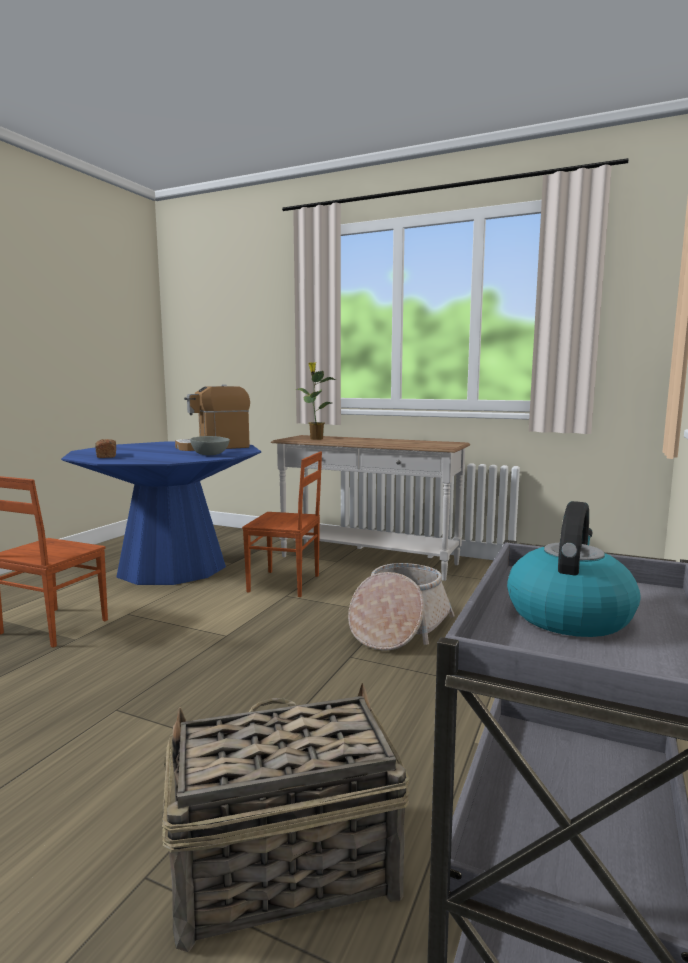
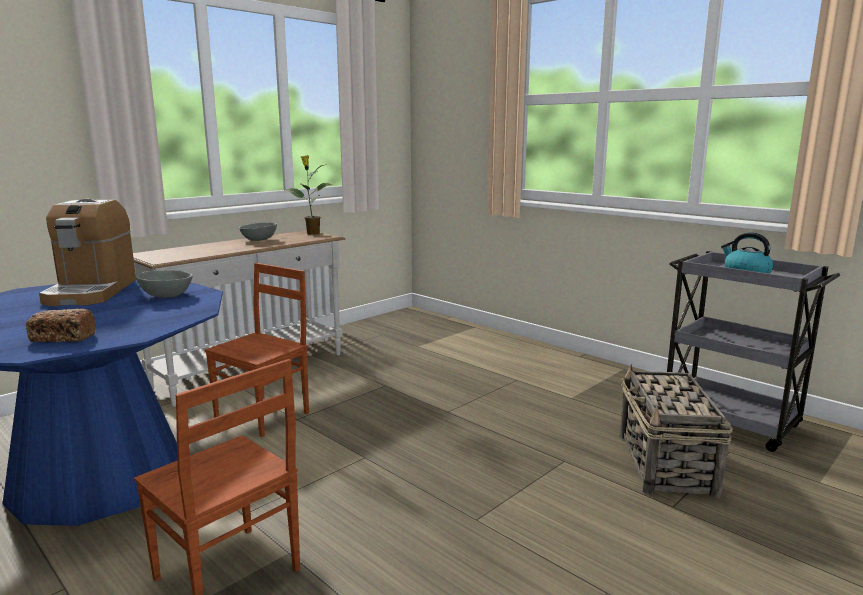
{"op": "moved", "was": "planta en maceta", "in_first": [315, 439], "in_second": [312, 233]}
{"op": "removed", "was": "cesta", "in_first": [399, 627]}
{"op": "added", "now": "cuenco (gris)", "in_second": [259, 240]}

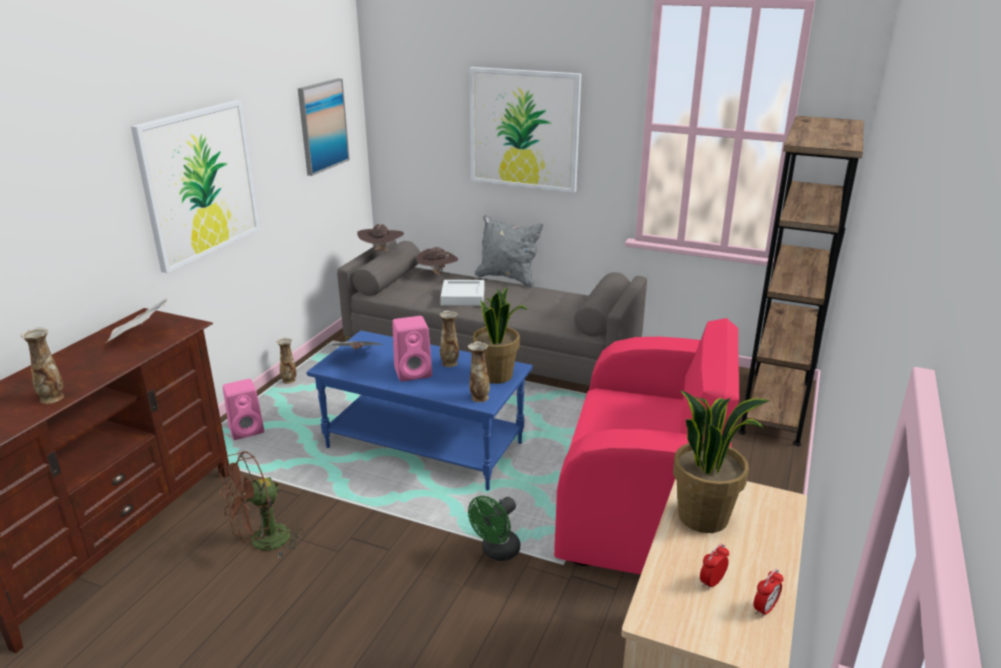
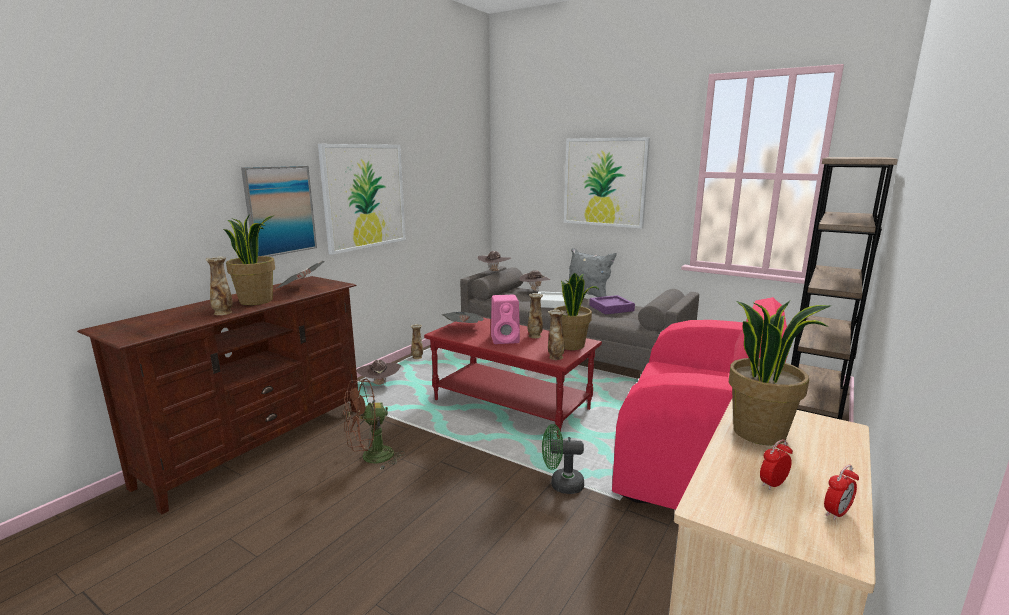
{"op": "moved", "was": "cuadro", "in_first": [322, 126], "in_second": [280, 210]}
{"op": "recoloured", "was": "mesa de centro (azul)", "now": "mesa de centro (rojo)", "in_first": [425, 445], "in_second": [512, 404]}
{"op": "replaced", "was": "altavoz (rosa)", "now": "sombrero (marrón)", "in_first": [248, 430], "in_second": [380, 384]}
{"op": "turned", "was": "ventilador (verde)", "in_first": [496, 552], "in_second": [561, 484], "clockwise": 45}
{"op": "added", "now": "planta en maceta", "in_second": [257, 301]}
{"op": "added", "now": "bandeja (morado)", "in_second": [611, 308]}

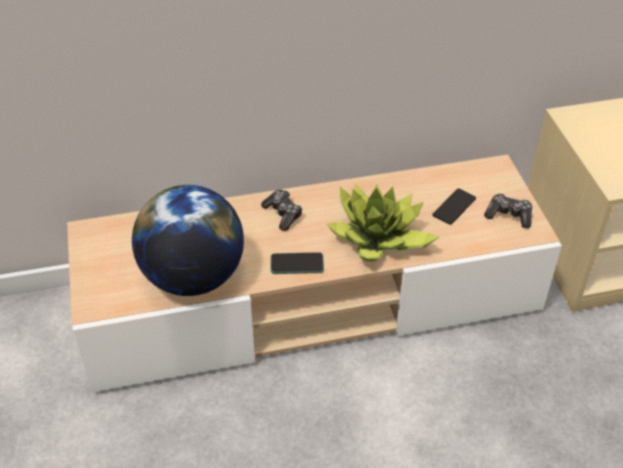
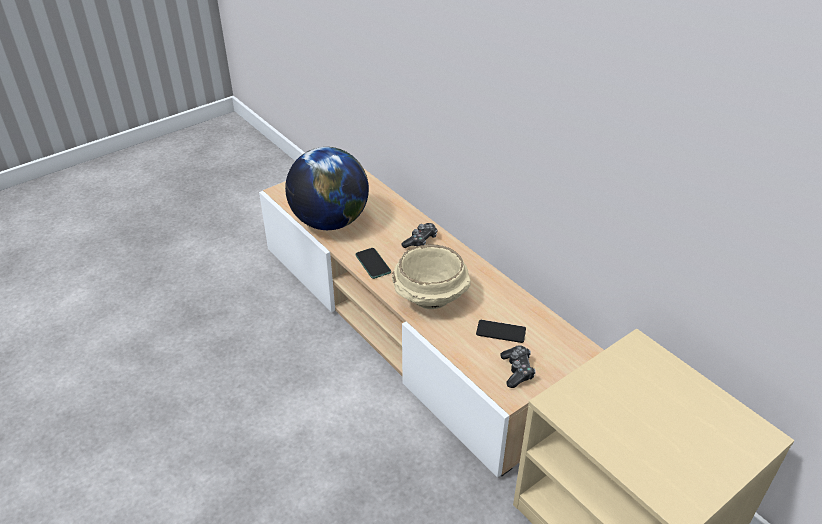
{"op": "replaced", "was": "planta en maceta", "now": "cuenco (beis)", "in_first": [378, 238], "in_second": [430, 297]}

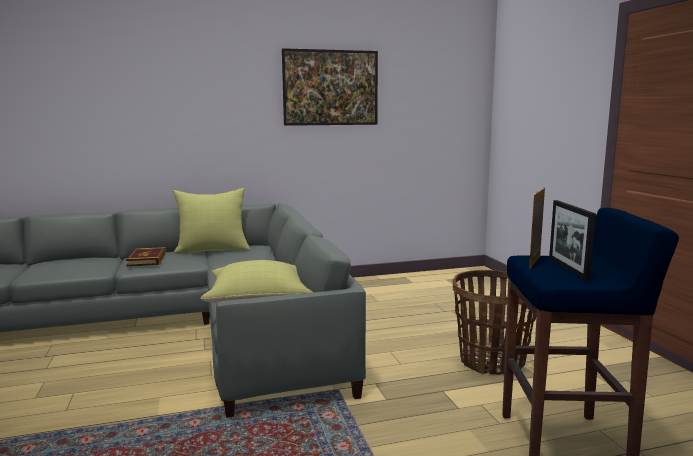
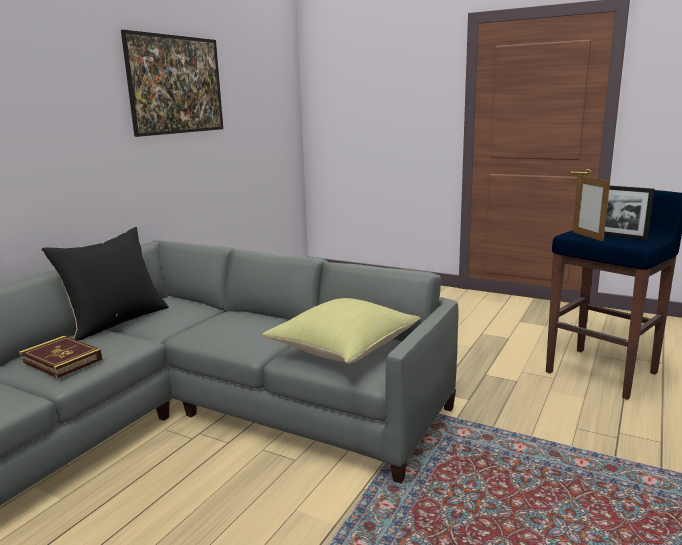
{"op": "recoloured", "was": "cojín (amarillo)", "now": "cojín (negro)", "in_first": [213, 250], "in_second": [116, 321]}
{"op": "removed", "was": "cesta", "in_first": [492, 361]}

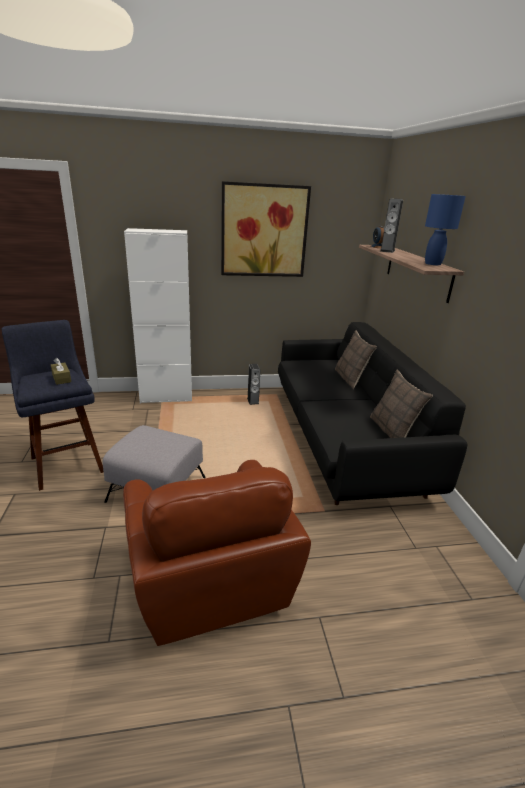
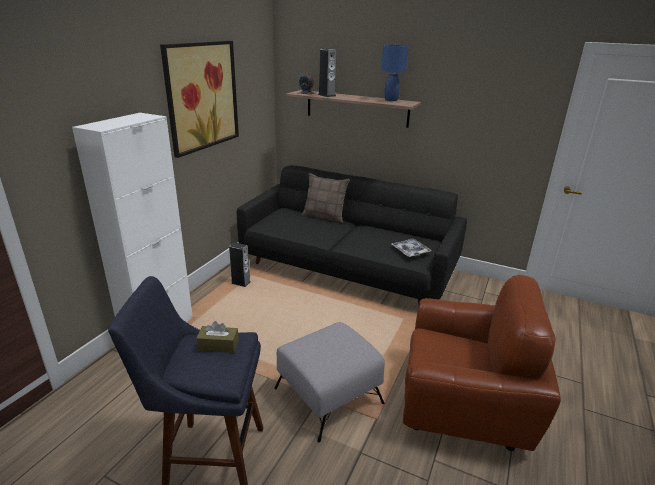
{"op": "removed", "was": "cojín", "in_first": [392, 431]}
{"op": "added", "now": "bandeja", "in_second": [410, 251]}

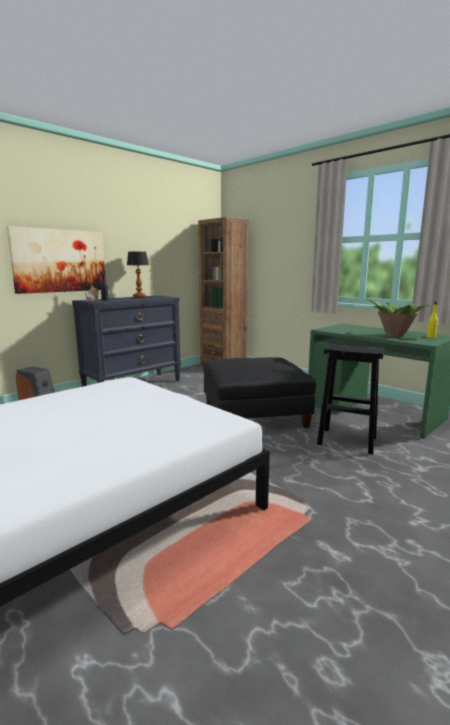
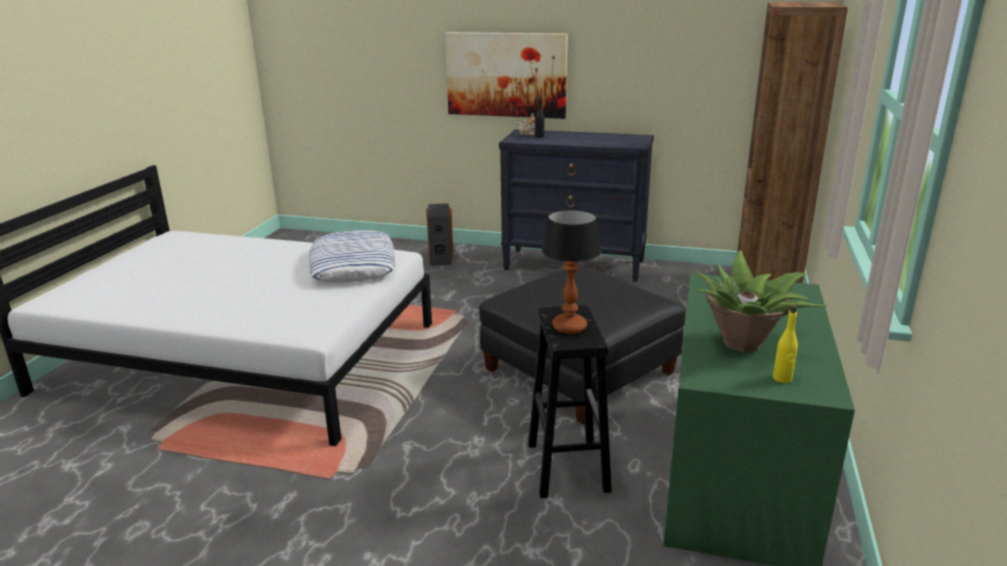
{"op": "moved", "was": "lámpara de mesa", "in_first": [139, 297], "in_second": [570, 327]}
{"op": "added", "now": "cojín", "in_second": [353, 264]}

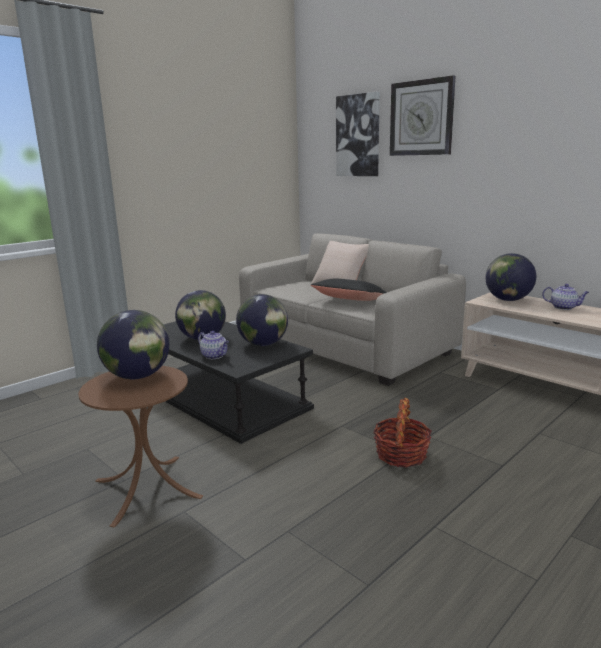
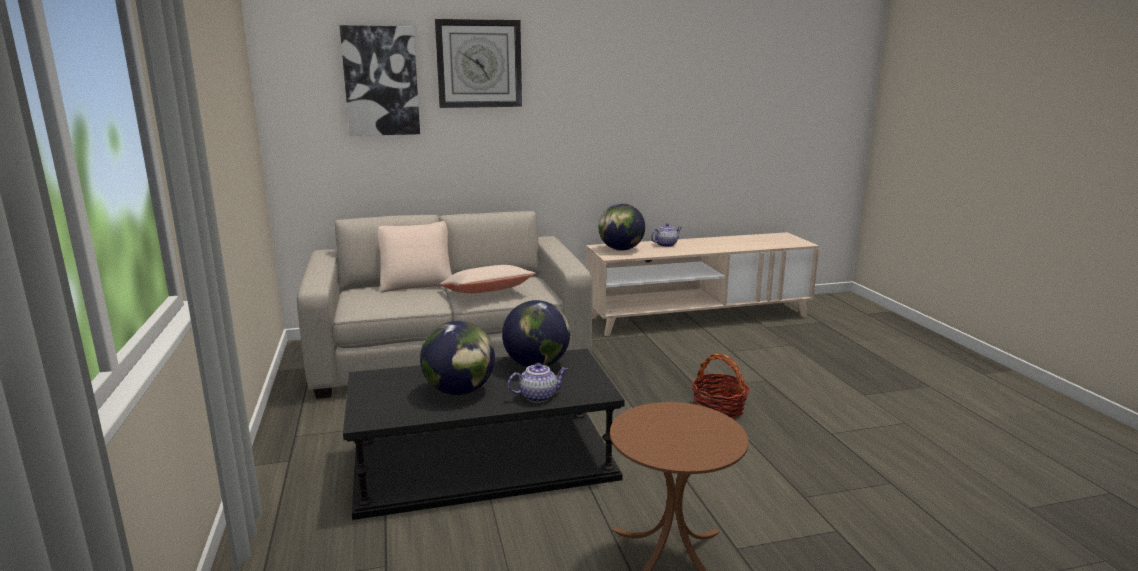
{"op": "recoloured", "was": "cojín (negro)", "now": "cojín (beis)", "in_first": [350, 301], "in_second": [487, 294]}
{"op": "removed", "was": "globo terráqueo", "in_first": [138, 376]}

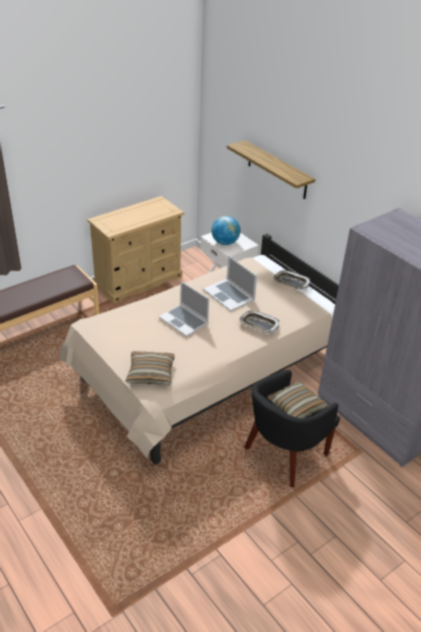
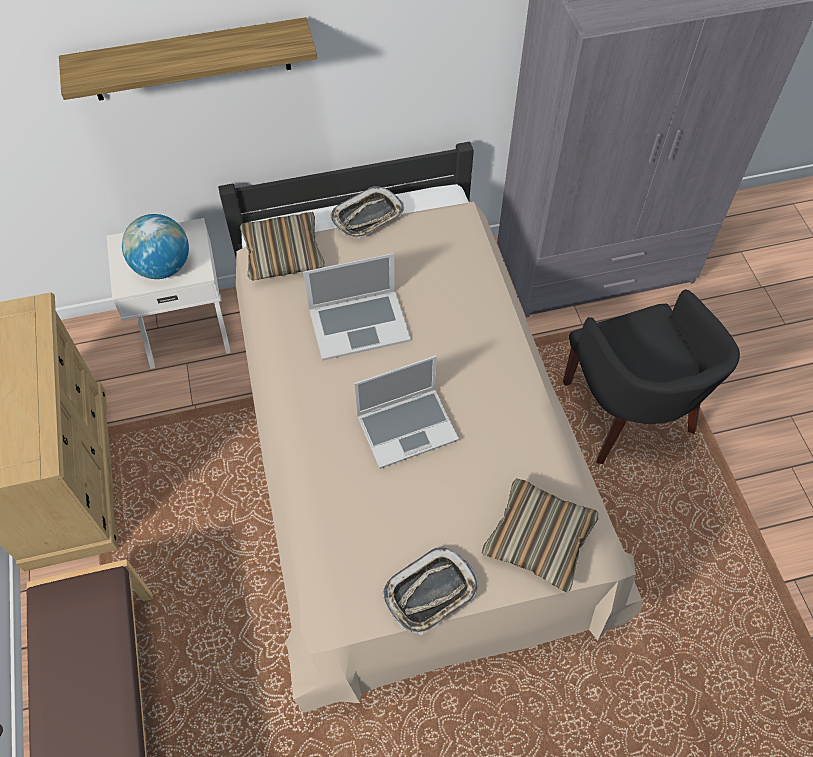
{"op": "moved", "was": "bandeja", "in_first": [258, 324], "in_second": [430, 593]}
{"op": "moved", "was": "cojín", "in_first": [296, 406], "in_second": [283, 254]}

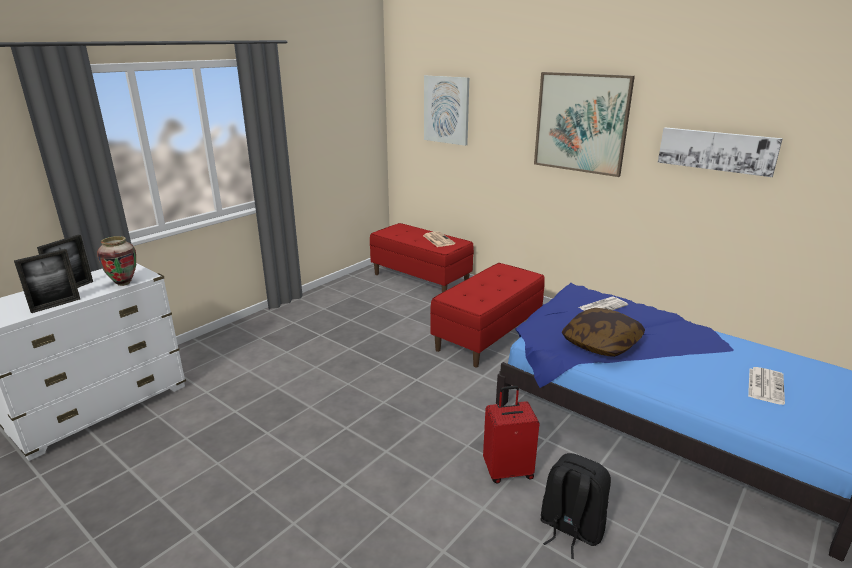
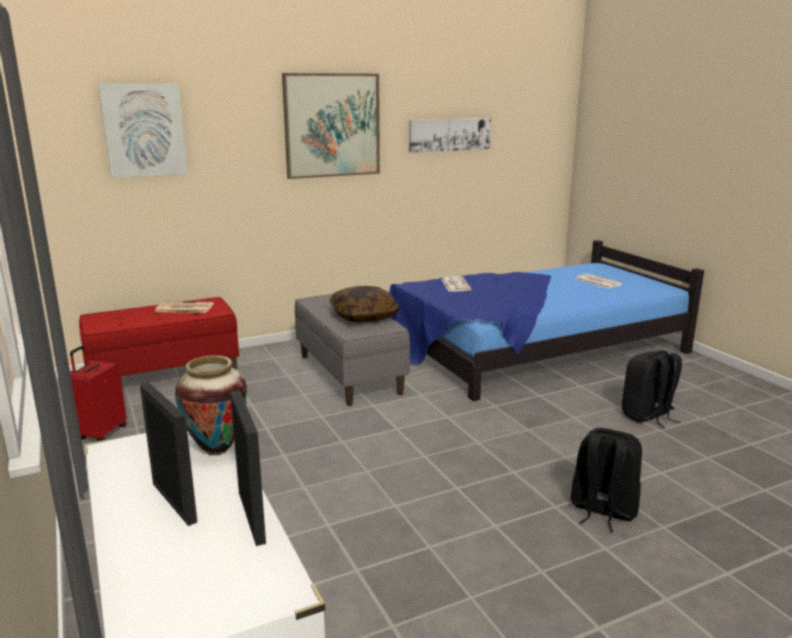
{"op": "recoloured", "was": "banco (rojo)", "now": "banco (gris)", "in_first": [488, 336], "in_second": [350, 374]}
{"op": "moved", "was": "cojín", "in_first": [601, 344], "in_second": [364, 316]}
{"op": "moved", "was": "maleta (rojo)", "in_first": [508, 470], "in_second": [100, 433]}
{"op": "added", "now": "mochila (negro)", "in_second": [602, 510]}

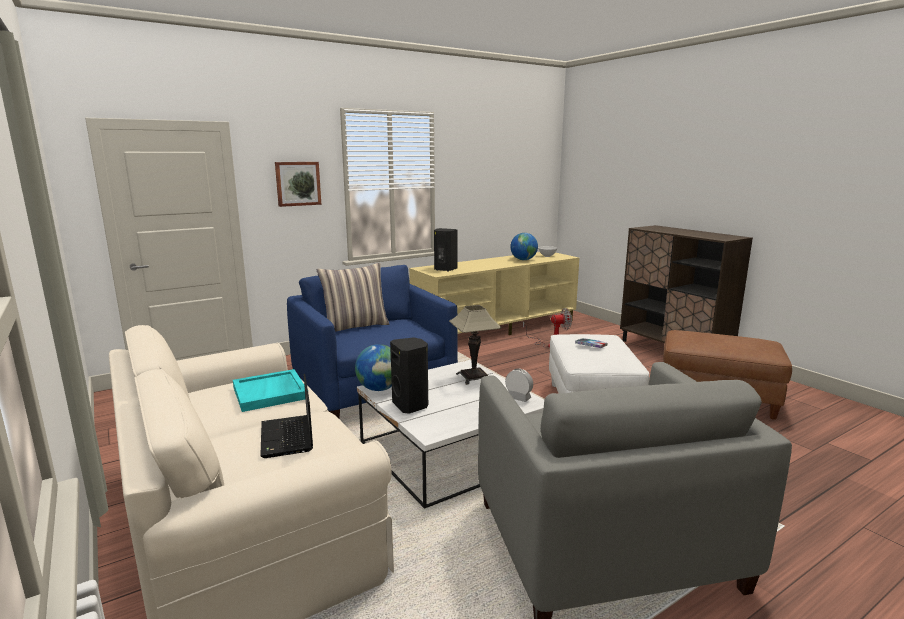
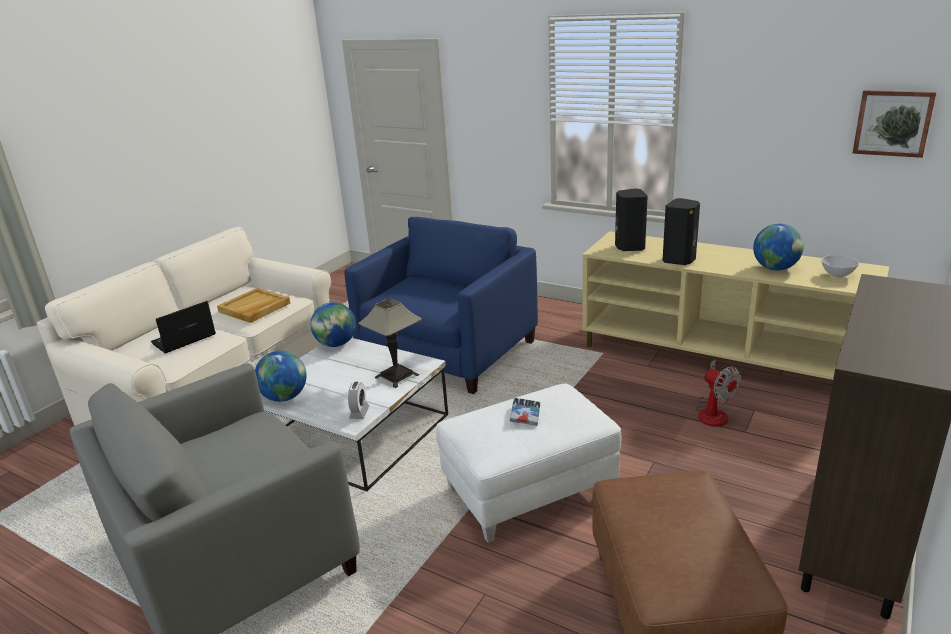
{"op": "moved", "was": "cuadro", "in_first": [298, 183], "in_second": [893, 123]}
{"op": "removed", "was": "cojín", "in_first": [355, 326]}
{"op": "moved", "was": "altavoz (negro)", "in_first": [411, 405], "in_second": [679, 260]}
{"op": "recoloured", "was": "bandeja (turquesa)", "now": "bandeja (beis)", "in_first": [271, 393], "in_second": [254, 308]}
{"op": "added", "now": "globo terráqueo", "in_second": [285, 397]}

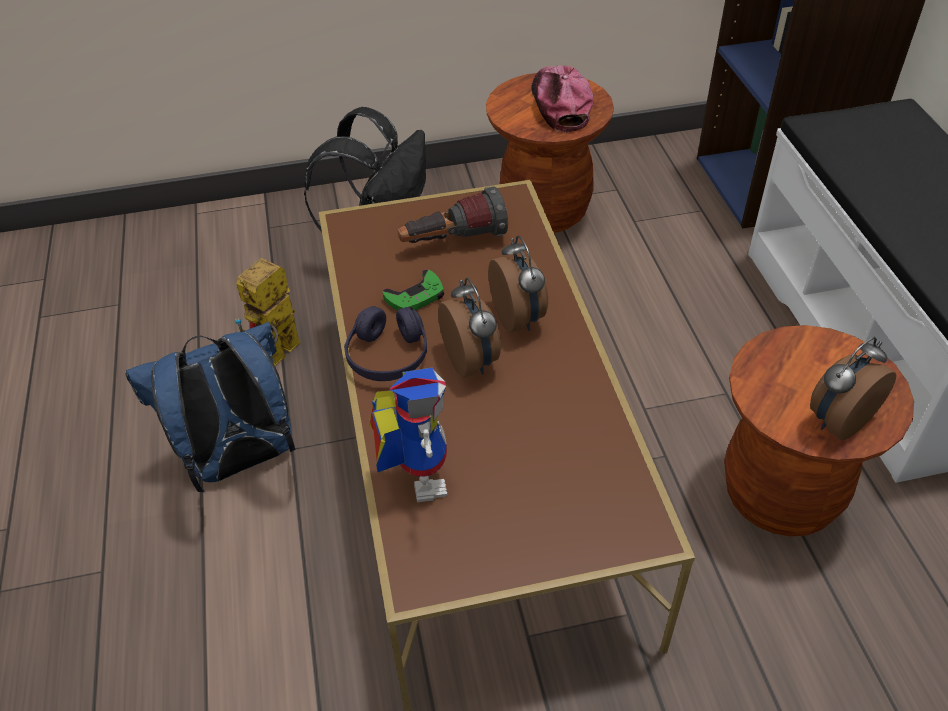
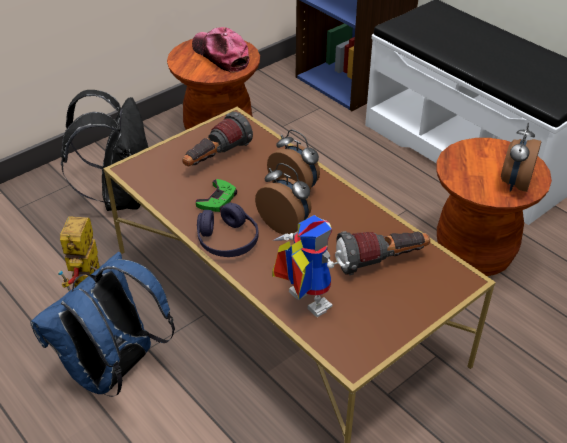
{"op": "added", "now": "linterna", "in_second": [382, 262]}

